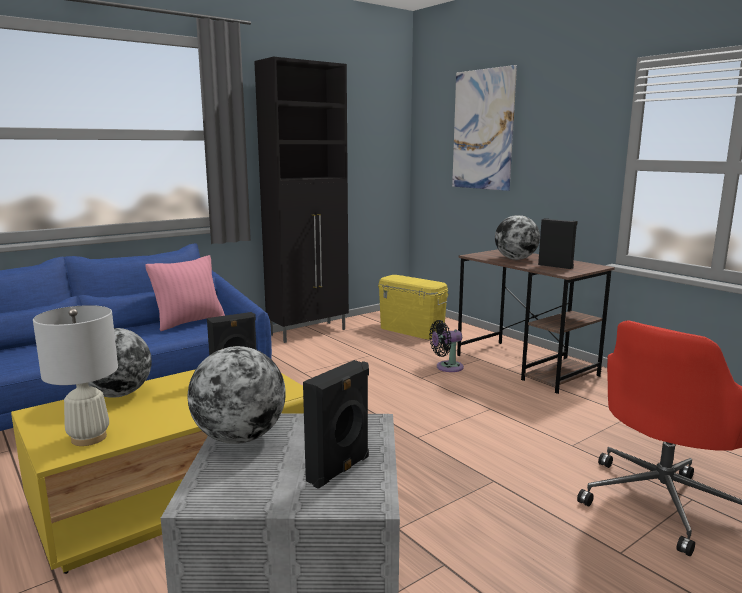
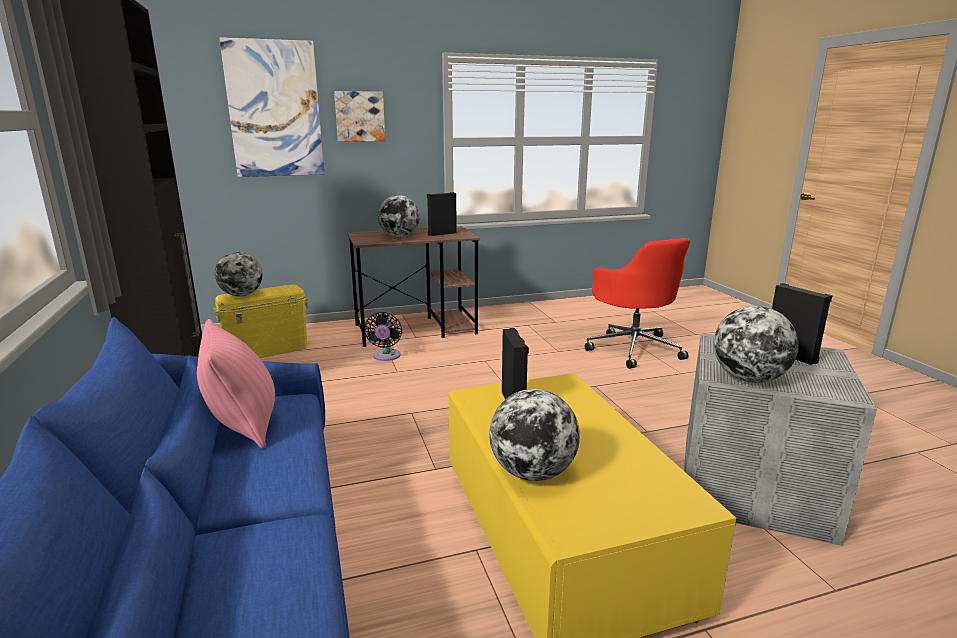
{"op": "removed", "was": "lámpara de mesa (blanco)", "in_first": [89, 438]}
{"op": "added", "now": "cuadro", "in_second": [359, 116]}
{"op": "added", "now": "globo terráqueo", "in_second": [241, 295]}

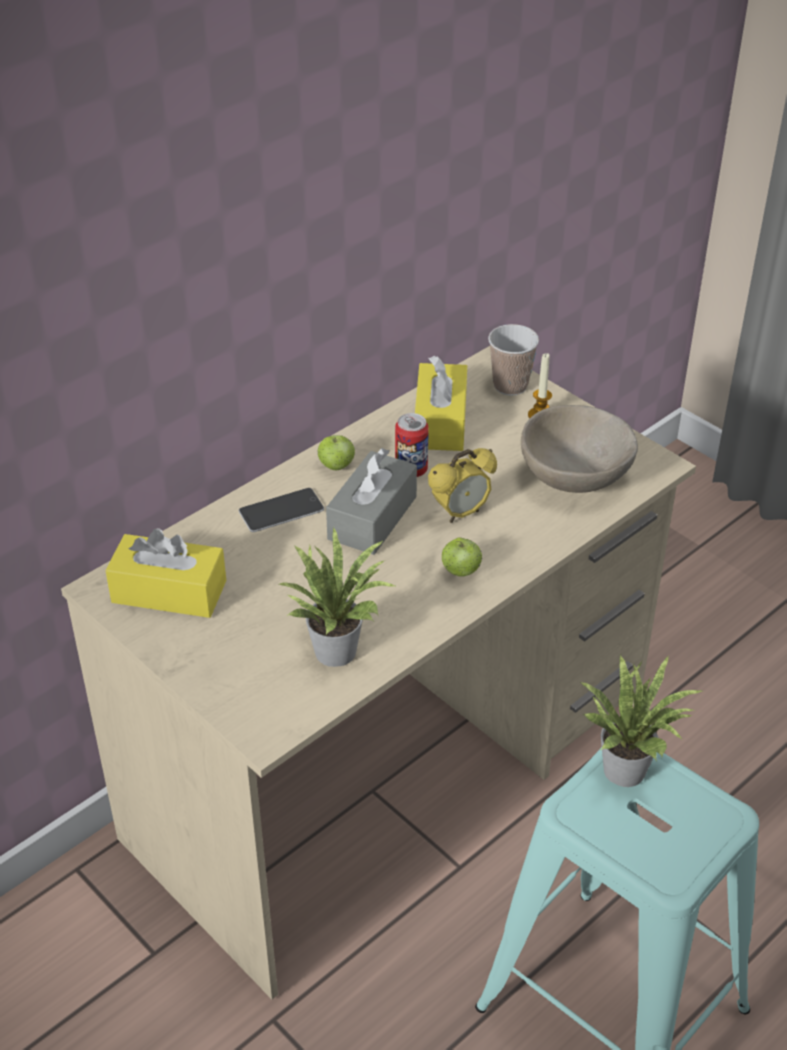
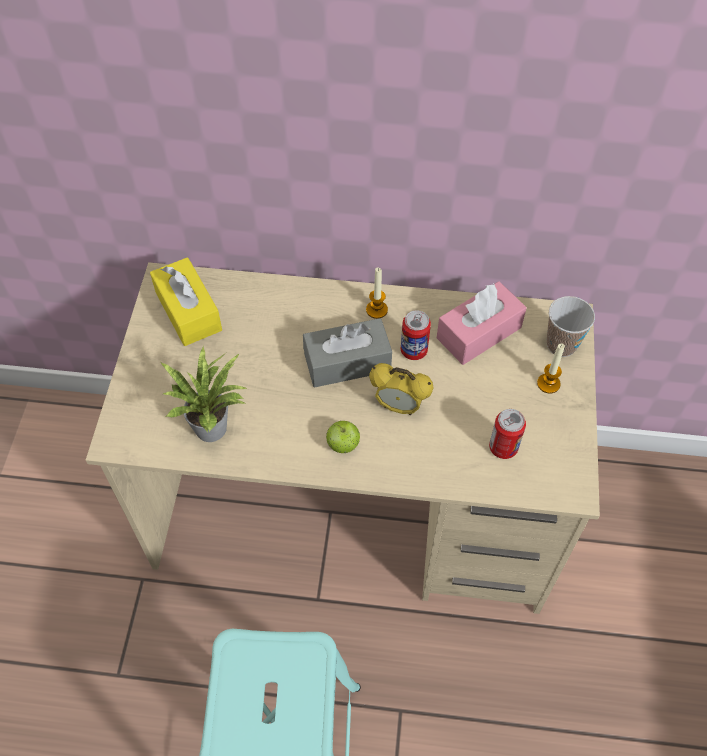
{"op": "recoloured", "was": "caja de pañuelos (amarillo)", "now": "caja de pañuelos (rosa)", "in_first": [440, 422], "in_second": [479, 333]}
{"op": "replaced", "was": "cuenco (beis)", "now": "lata", "in_first": [574, 478], "in_second": [503, 447]}
{"op": "replaced", "was": "manzana", "now": "vela", "in_first": [336, 466], "in_second": [376, 310]}
{"op": "removed", "was": "móvil", "in_first": [281, 510]}
{"op": "removed", "was": "planta en maceta", "in_first": [628, 767]}

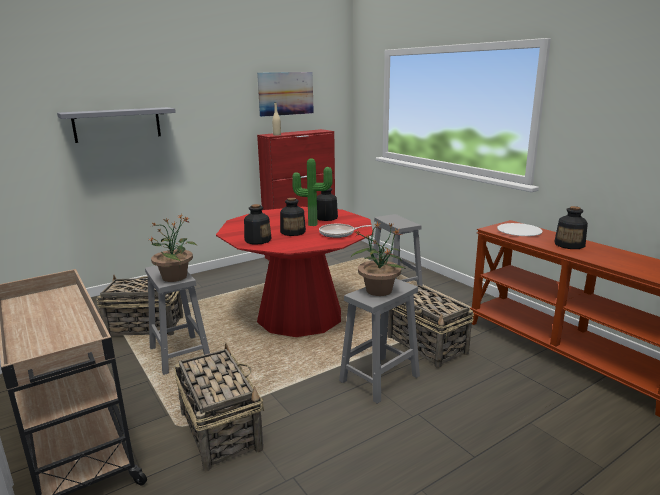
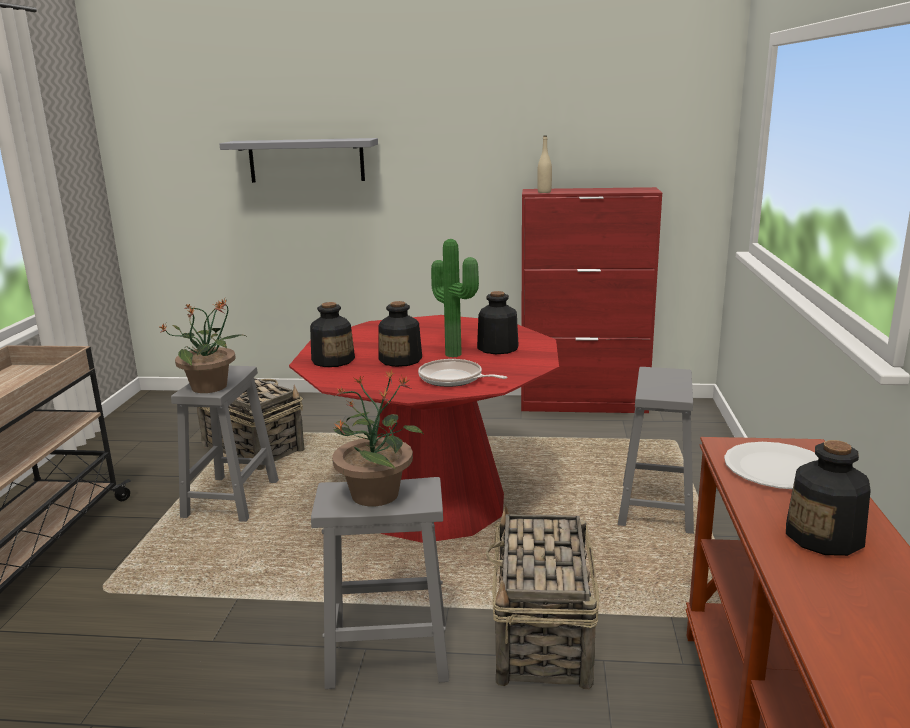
{"op": "removed", "was": "cuadro", "in_first": [286, 93]}
{"op": "removed", "was": "cesta", "in_first": [220, 430]}

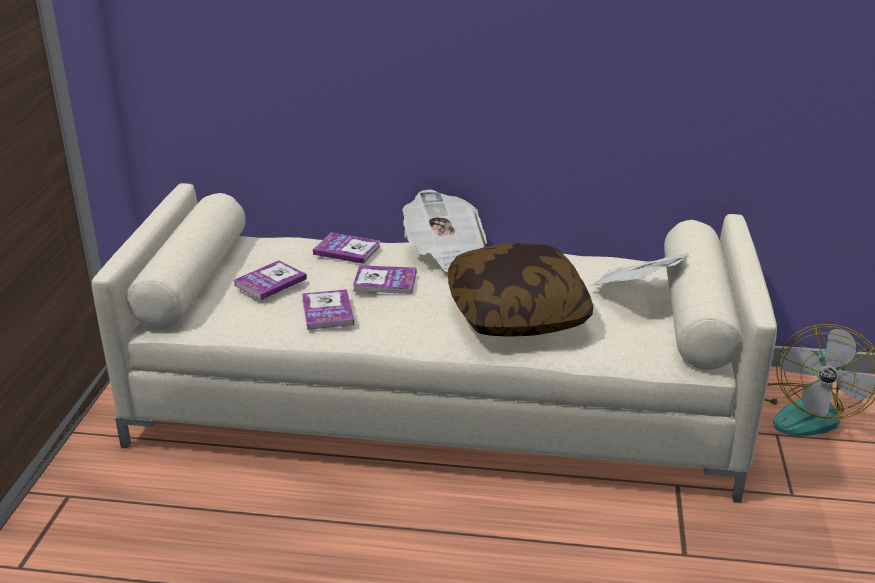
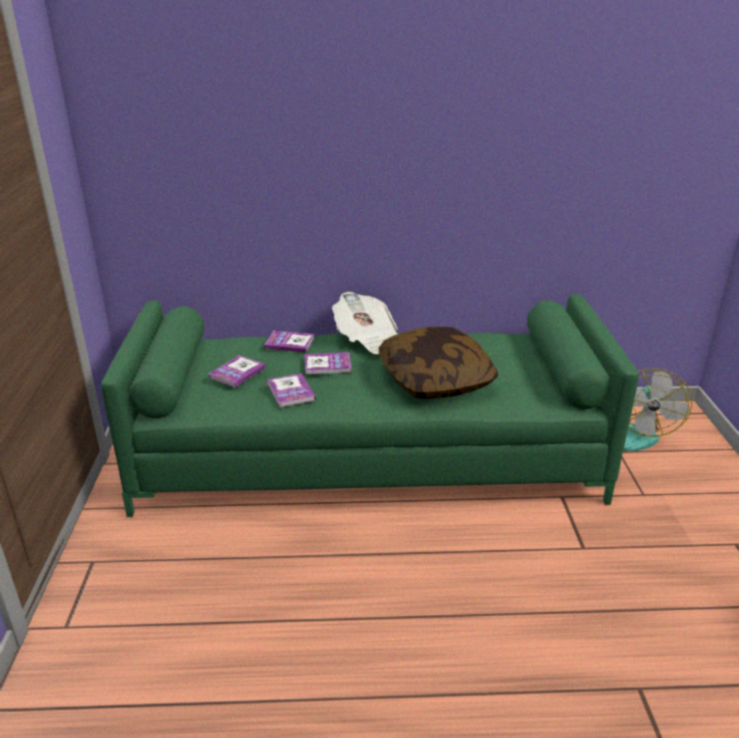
{"op": "recoloured", "was": "sofá (beis)", "now": "sofá (verde)", "in_first": [438, 406], "in_second": [370, 456]}
{"op": "removed", "was": "periódico", "in_first": [635, 291]}

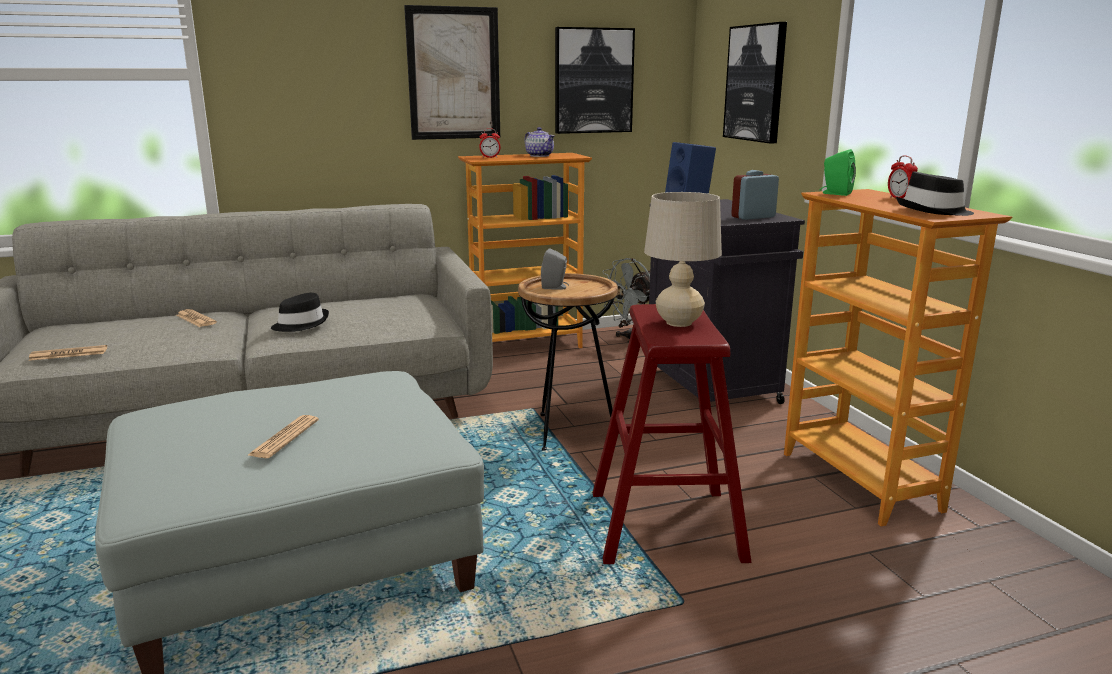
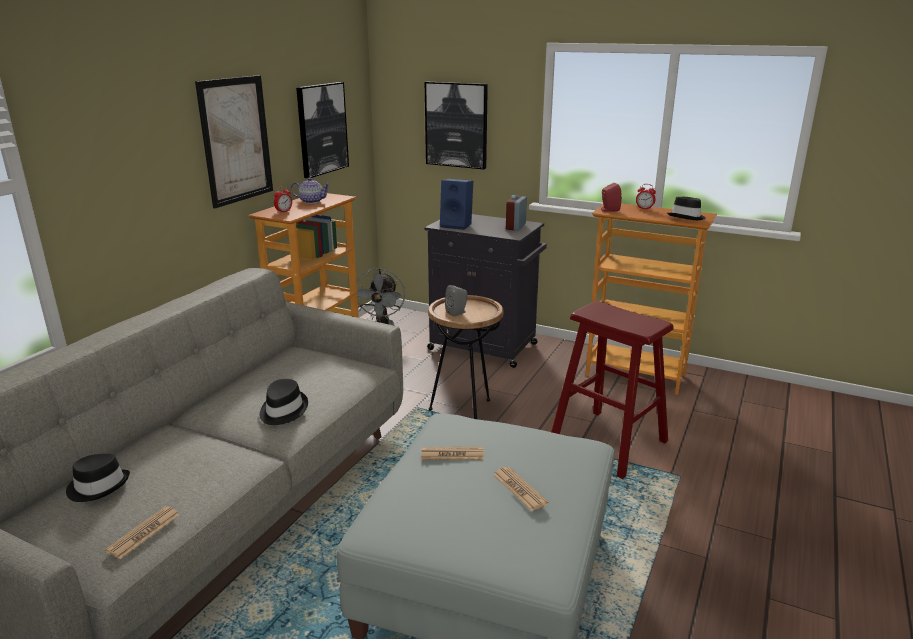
{"op": "recoloured", "was": "altavoz (verde)", "now": "altavoz (rojo)", "in_first": [835, 193], "in_second": [609, 210]}
{"op": "removed", "was": "lámpara de mesa (beis)", "in_first": [679, 322]}
{"op": "moved", "was": "periódico", "in_first": [196, 319], "in_second": [452, 454]}
{"op": "added", "now": "sombrero (negro)", "in_second": [98, 486]}

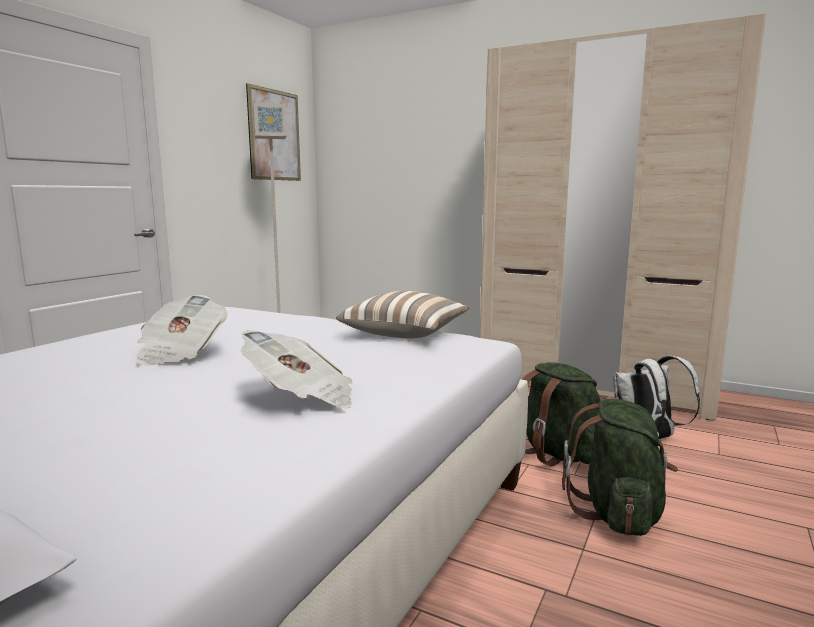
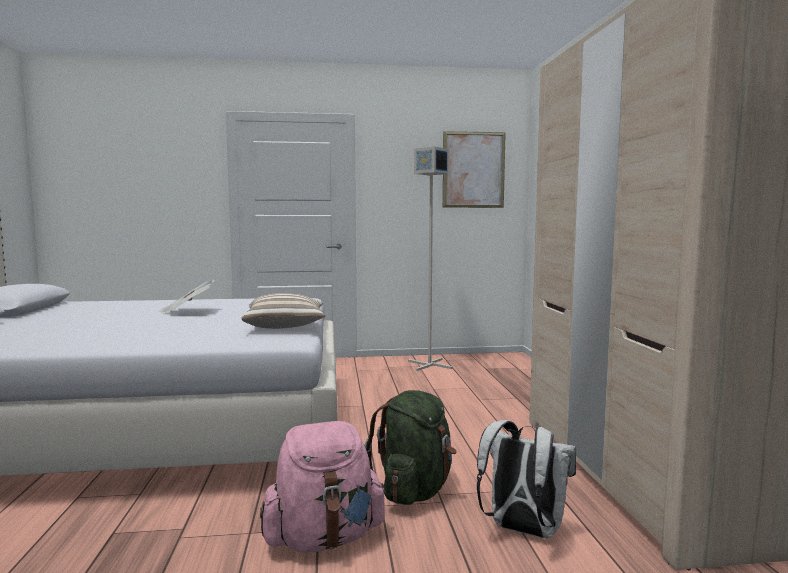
{"op": "removed", "was": "periódico", "in_first": [302, 397]}
{"op": "recoloured", "was": "mochila (verde)", "now": "mochila (rosa)", "in_first": [617, 513], "in_second": [324, 538]}

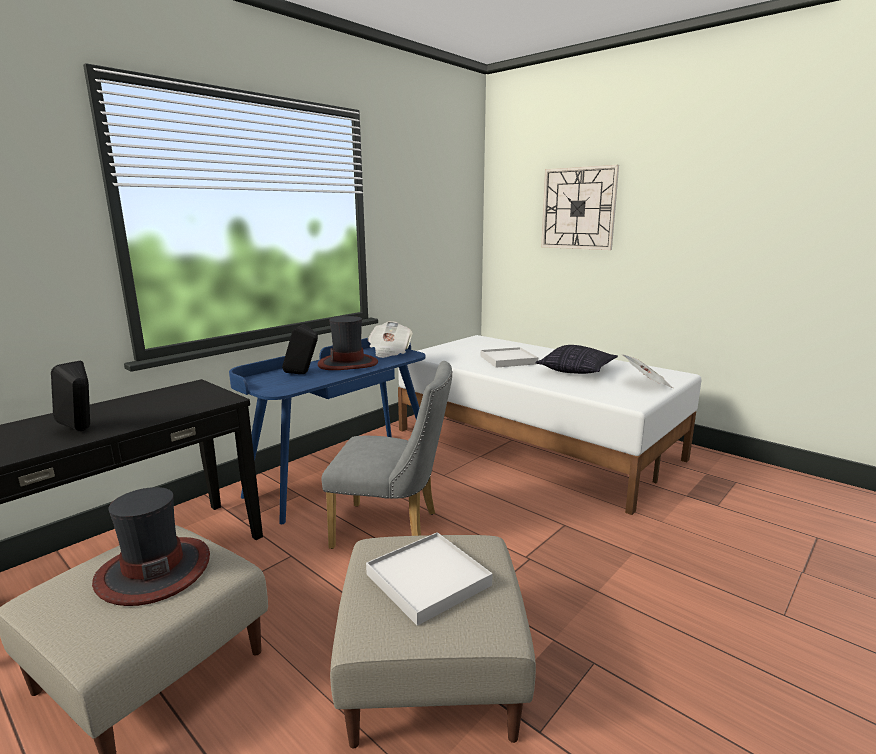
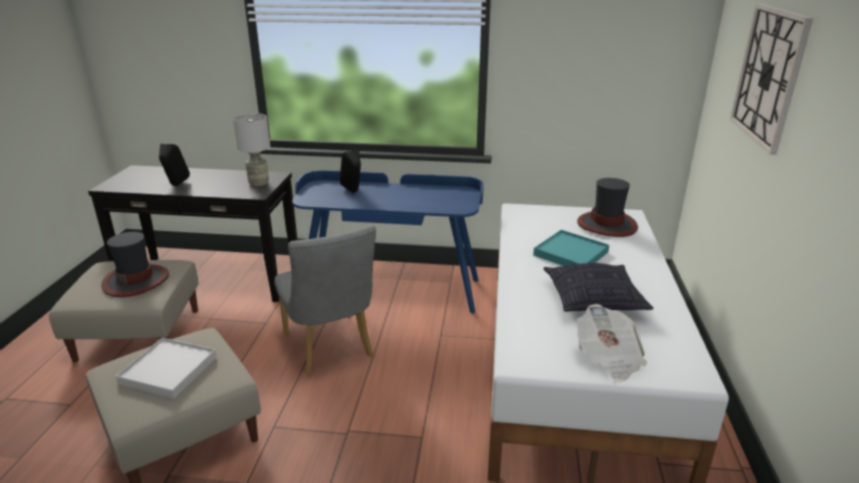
{"op": "moved", "was": "sombrero", "in_first": [348, 363], "in_second": [607, 225]}
{"op": "removed", "was": "periódico", "in_first": [389, 352]}
{"op": "recoloured", "was": "bandeja (blanco)", "now": "bandeja (turquesa)", "in_first": [508, 360], "in_second": [571, 254]}
{"op": "added", "now": "lámpara de mesa (gris)", "in_second": [259, 183]}

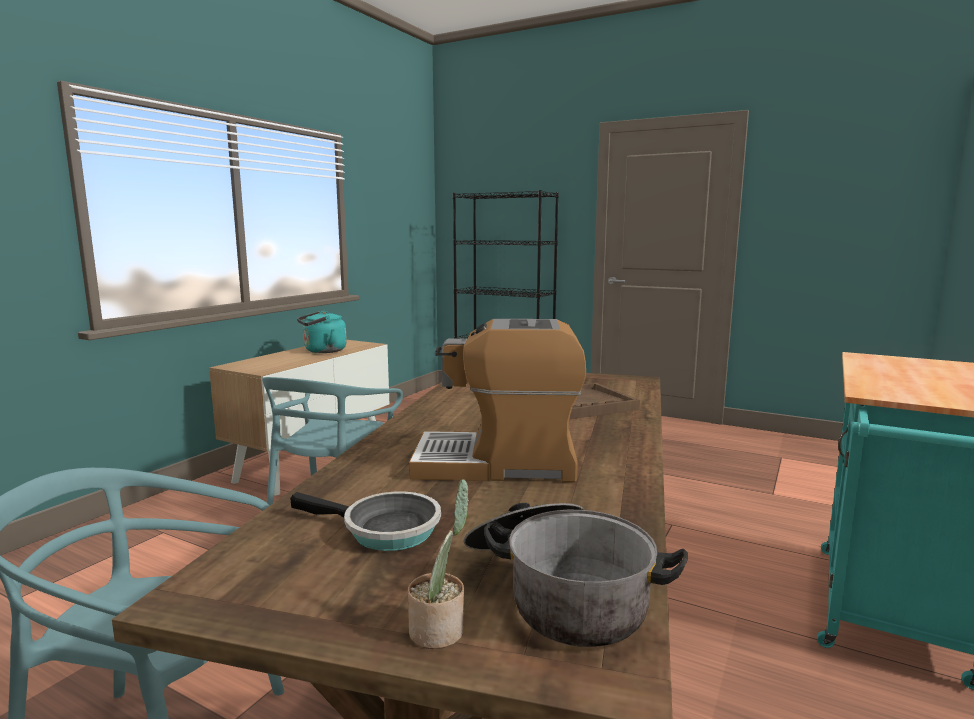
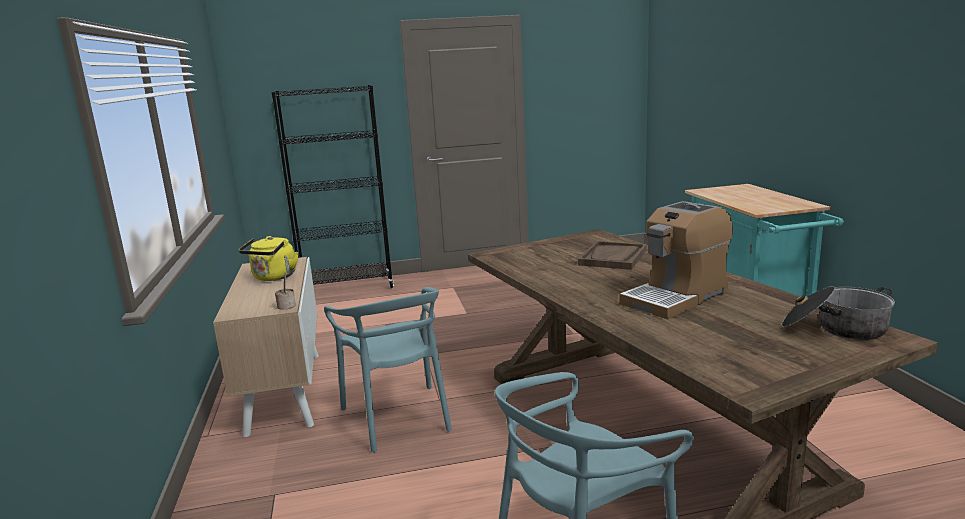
{"op": "recoloured", "was": "hervidor (turquesa)", "now": "hervidor (amarillo)", "in_first": [322, 351], "in_second": [273, 277]}
{"op": "moved", "was": "planta en maceta", "in_first": [440, 629], "in_second": [287, 305]}
{"op": "removed", "was": "sartén", "in_first": [384, 530]}

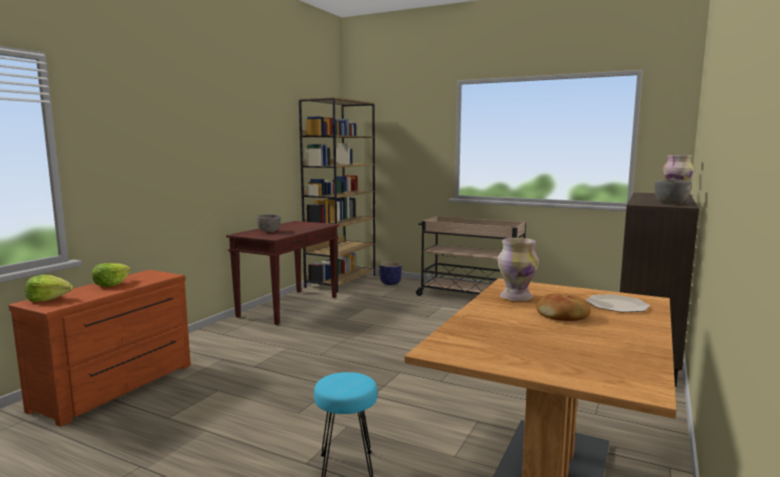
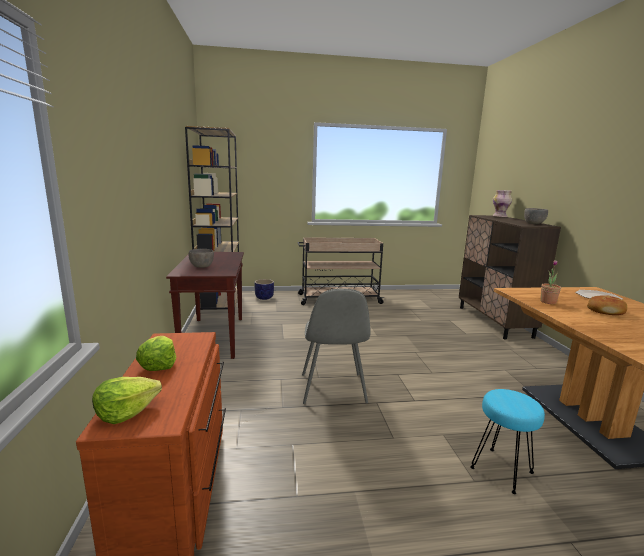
{"op": "replaced", "was": "florero", "now": "planta en maceta", "in_first": [515, 297], "in_second": [548, 302]}
{"op": "added", "now": "silla (gris)", "in_second": [333, 389]}

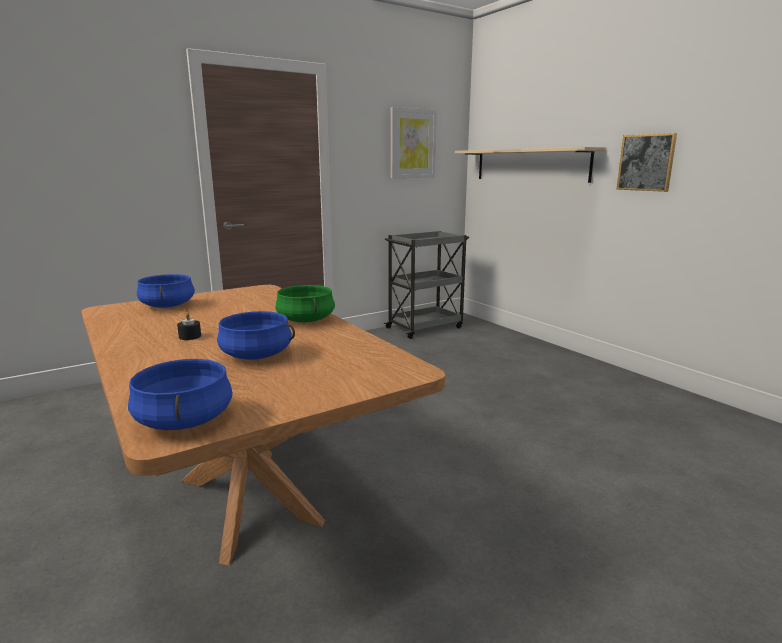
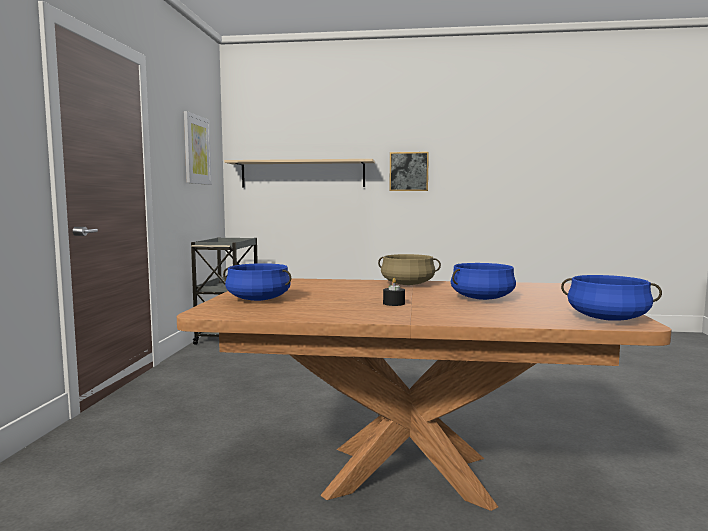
{"op": "recoloured", "was": "olla (verde)", "now": "olla (beis)", "in_first": [306, 320], "in_second": [408, 284]}

